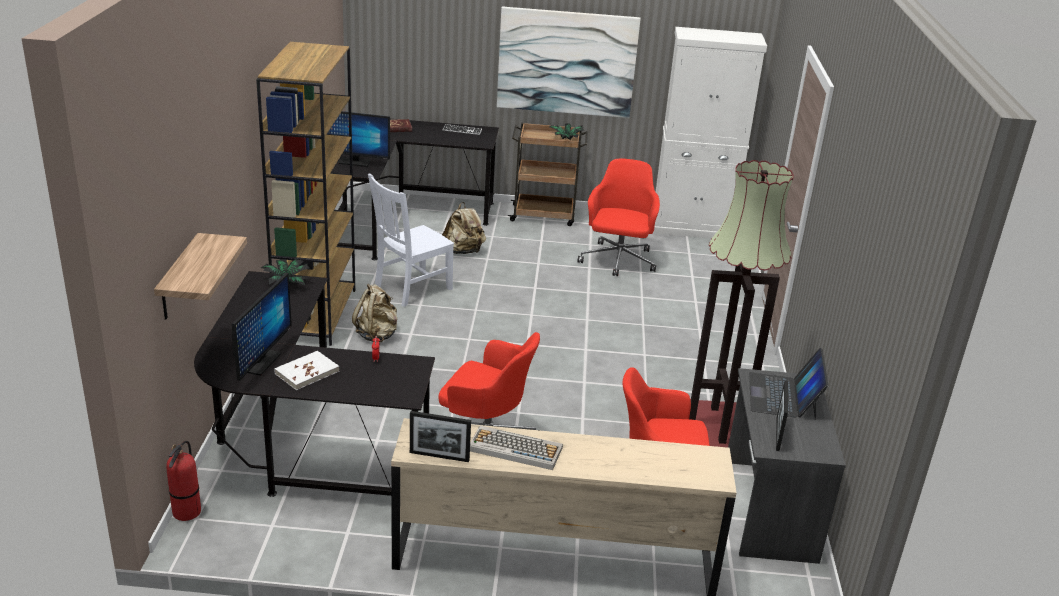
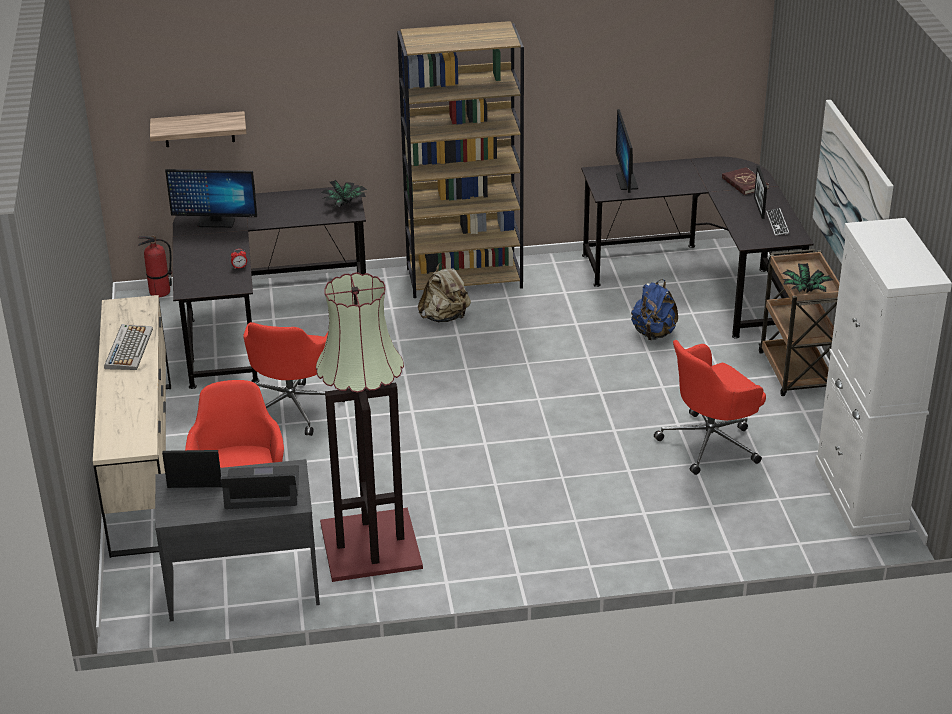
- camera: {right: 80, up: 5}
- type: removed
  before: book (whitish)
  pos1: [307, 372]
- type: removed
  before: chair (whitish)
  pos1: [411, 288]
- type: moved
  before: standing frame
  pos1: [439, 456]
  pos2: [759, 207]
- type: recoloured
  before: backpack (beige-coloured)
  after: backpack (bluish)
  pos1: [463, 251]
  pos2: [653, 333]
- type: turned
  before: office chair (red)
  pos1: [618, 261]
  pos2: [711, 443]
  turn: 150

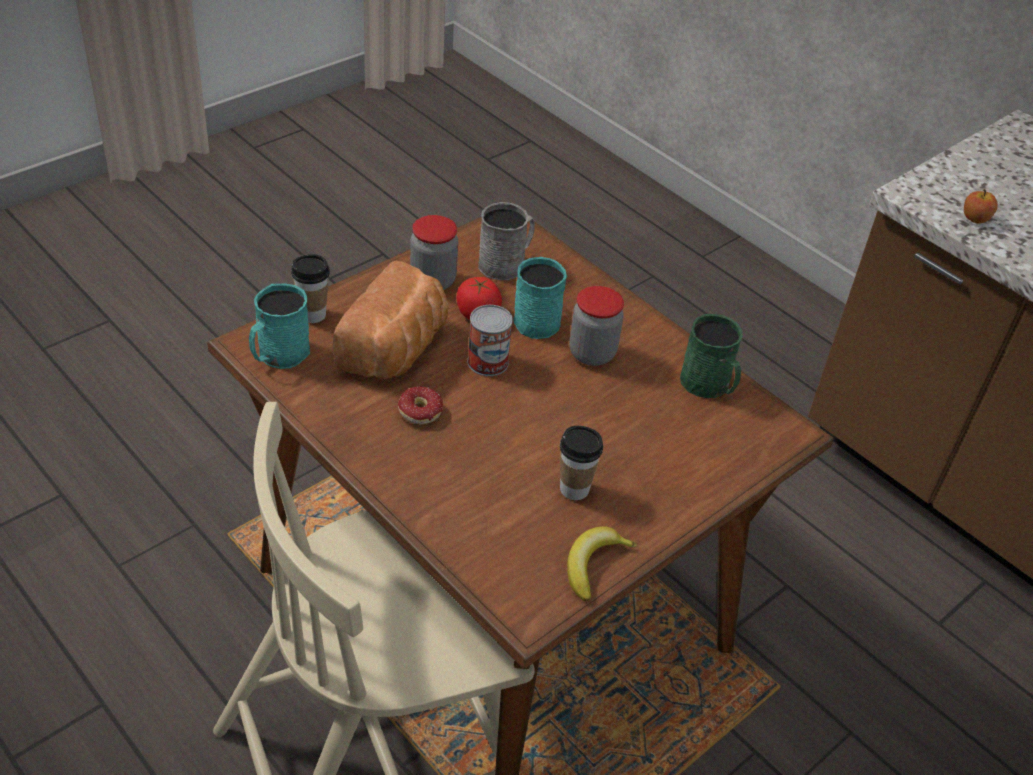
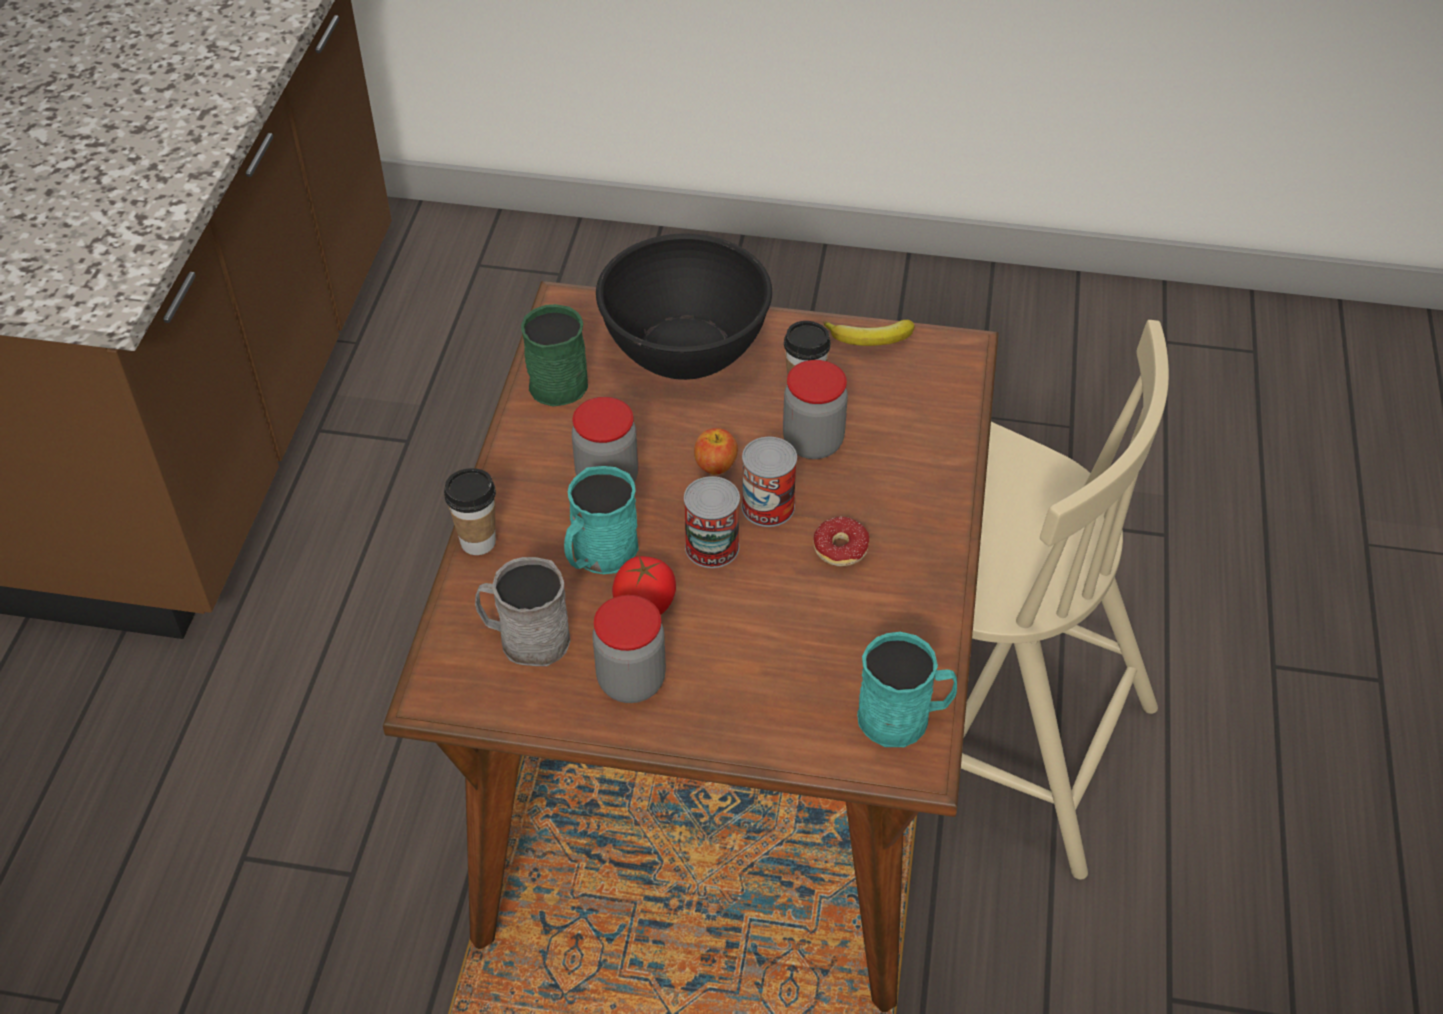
- camera: {right: -125, up: 5}
- type: moved
  before: drinking cup
  pos1: [312, 314]
  pos2: [478, 542]
- type: removed
  before: baked bread
  pos1: [397, 349]
- type: moved
  before: apple fruit
  pos1: [975, 219]
  pos2: [716, 465]
- type: added
  after: bowl (black)
  pos2: [685, 347]
- type: added
  after: sealed can
  pos2: [768, 506]
- type: added
  after: preserve jar
  pos2: [813, 442]

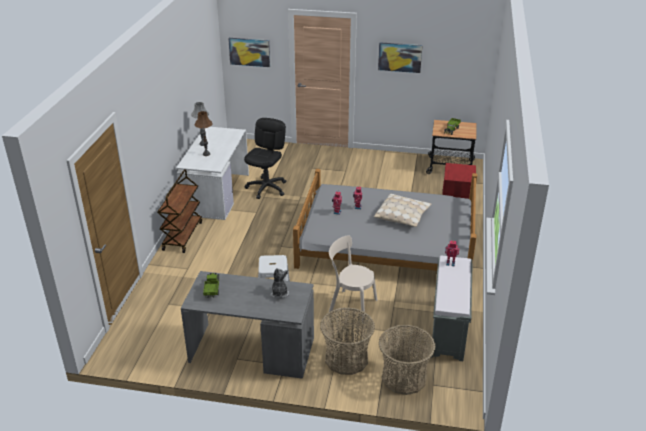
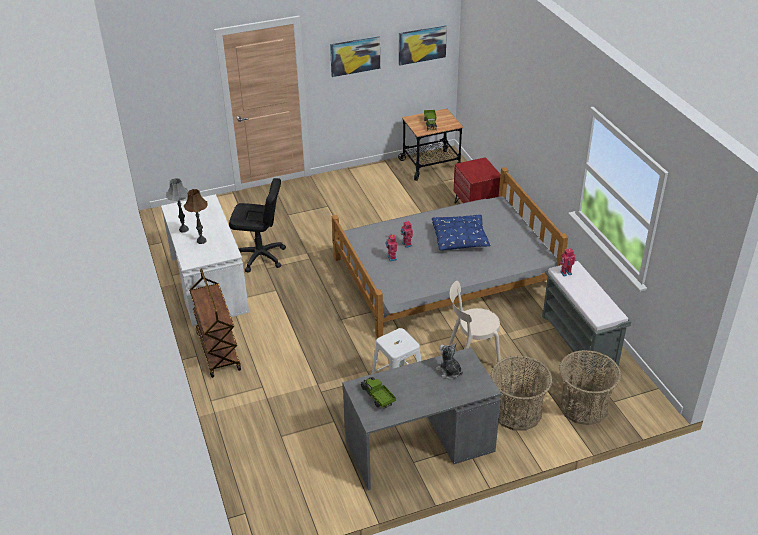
- camera: {right: -30, up: 5}
- type: moved
  before: wall picture
  pos1: [249, 52]
  pos2: [422, 44]
- type: turned
  before: office chair (black)
  pos1: [267, 188]
  pos2: [260, 257]
  turn: 105
- type: recoloured
  before: pillow (beige-coloured)
  after: pillow (bluish)
  pos1: [402, 216]
  pos2: [460, 238]

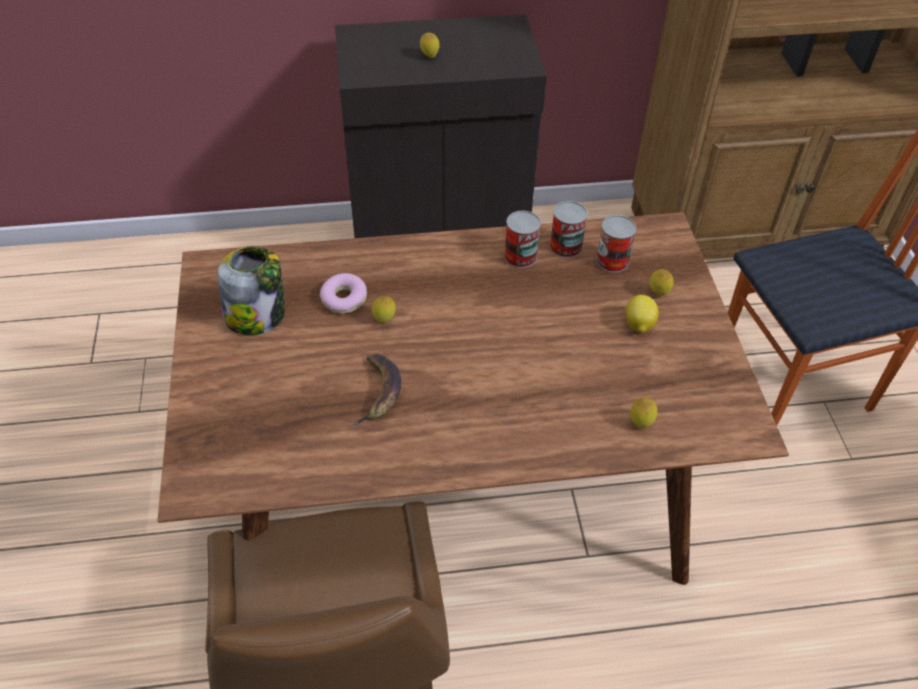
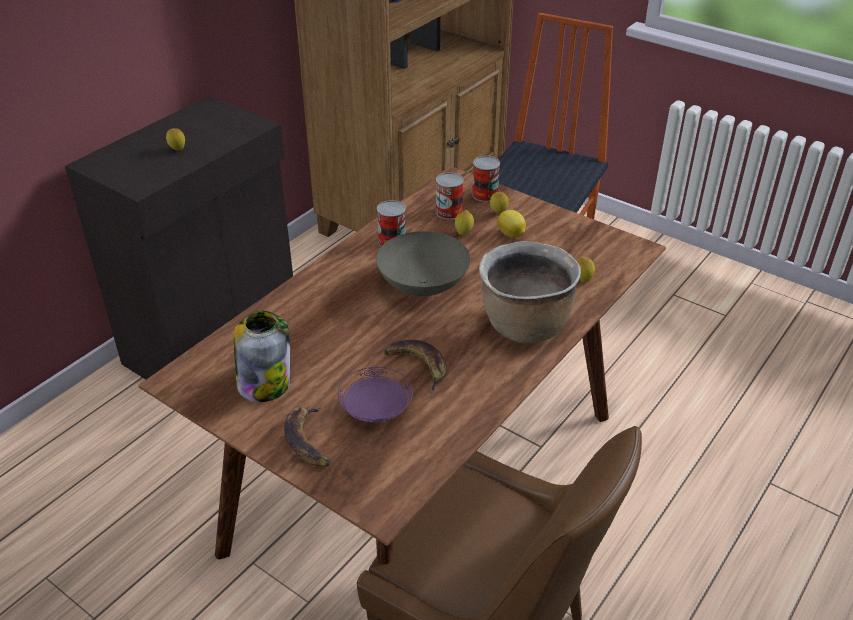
- camera: {right: -45, up: -10}
- type: removed
  before: doughnut
  pos1: [344, 299]
- type: moved
  before: whole lemon
  pos1: [384, 320]
  pos2: [464, 233]
- type: moved
  before: sealed can
  pos1: [565, 246]
  pos2: [485, 194]
- type: added
  after: banana fruit
  pos2: [307, 440]
- type: added
  after: dinner plate (purple-coloured)
  pos2: [375, 410]
- type: added
  after: bowl (grey)
  pos2: [422, 286]
- type: added
  after: cooking pot (brown-coloured)
  pos2: [524, 325]

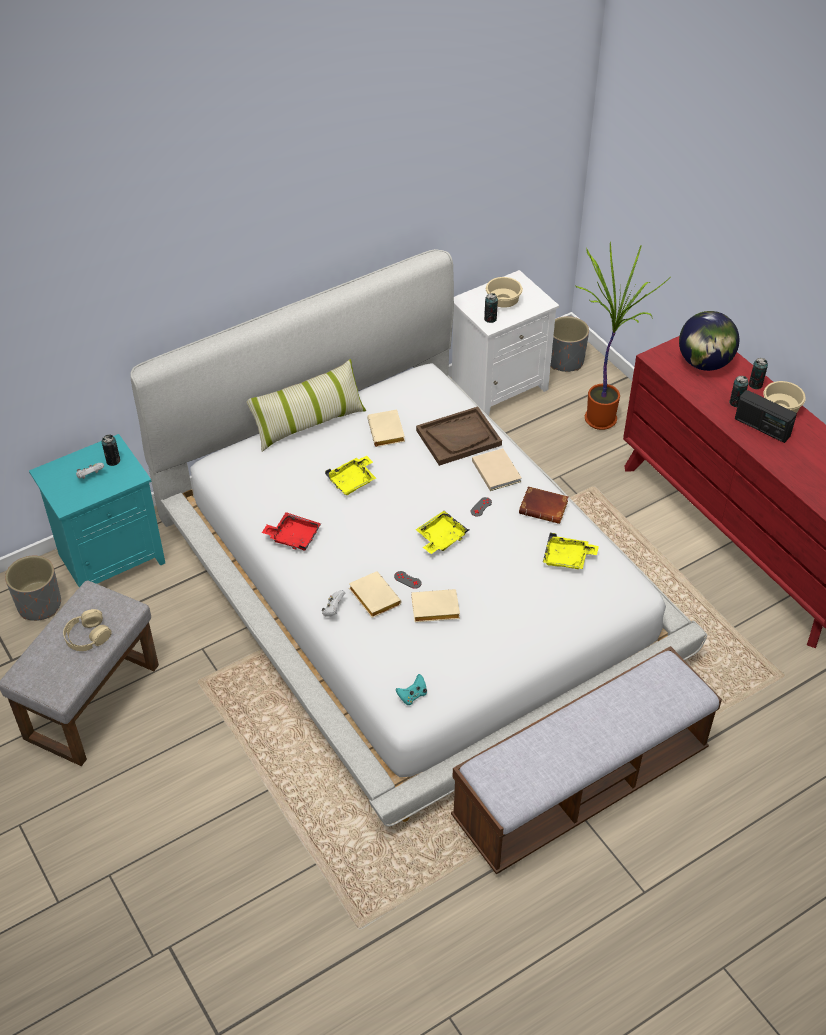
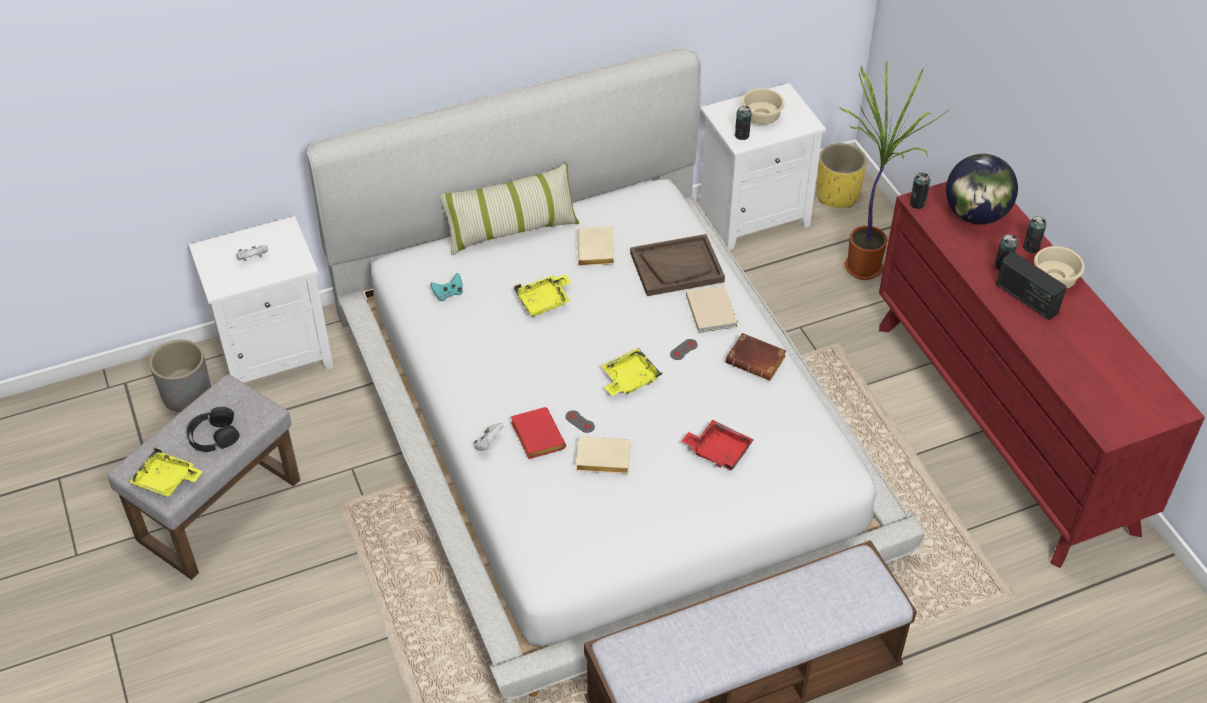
- camera: {right: 10, up: 0}
- type: recoloured
  before: bedside table (turquoise-coloured)
  after: bedside table (whitish)
  pos1: [111, 557]
  pos2: [276, 353]
- type: recoloured
  before: headset (beige-coloured)
  after: headset (black)
  pos1: [87, 636]
  pos2: [213, 436]
- type: moved
  before: sealed can
  pos1: [113, 461]
  pos2: [917, 203]
- type: moved
  before: carrying tray (red)
  pos1: [293, 536]
  pos2: [718, 451]
- type: recoloured
  before: book (beige-coloured)
  after: book (red)
  pos1: [372, 597]
  pos2: [535, 436]
- type: moved
  before: gamepad (turquoise-coloured)
  pos1: [412, 696]
  pos2: [448, 294]
- type: moved
  before: carrying tray (yellow)
  pos1: [567, 558]
  pos2: [166, 481]
- type: recoloured
  before: flower pot (grey)
  after: flower pot (yellow)
  pos1: [565, 361]
  pos2: [837, 195]

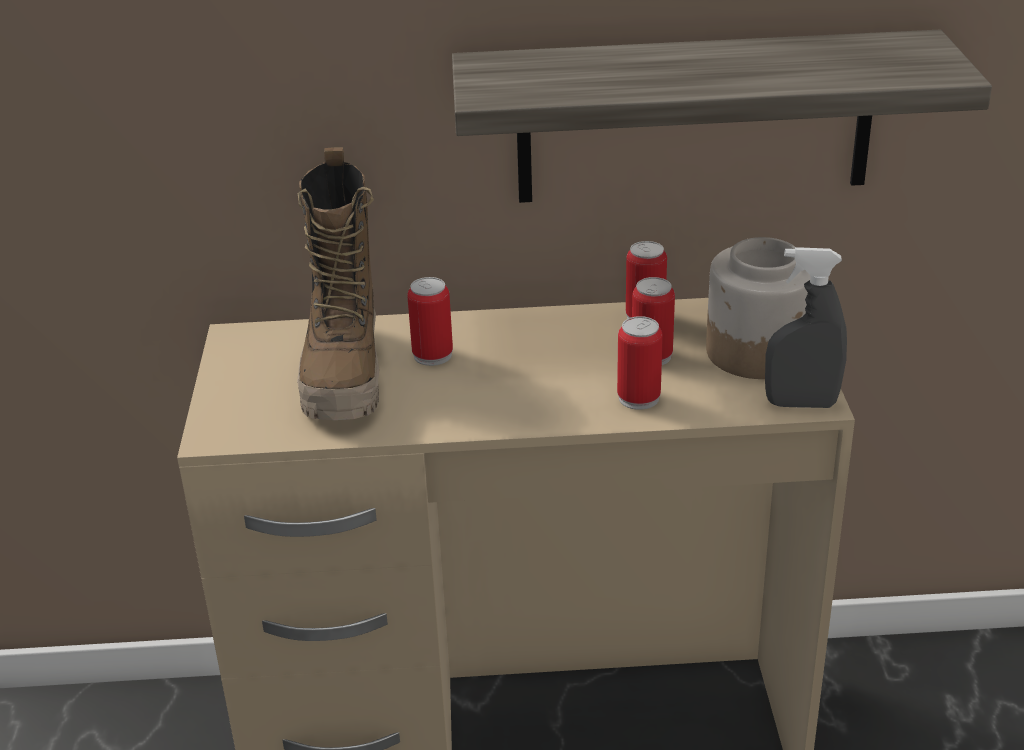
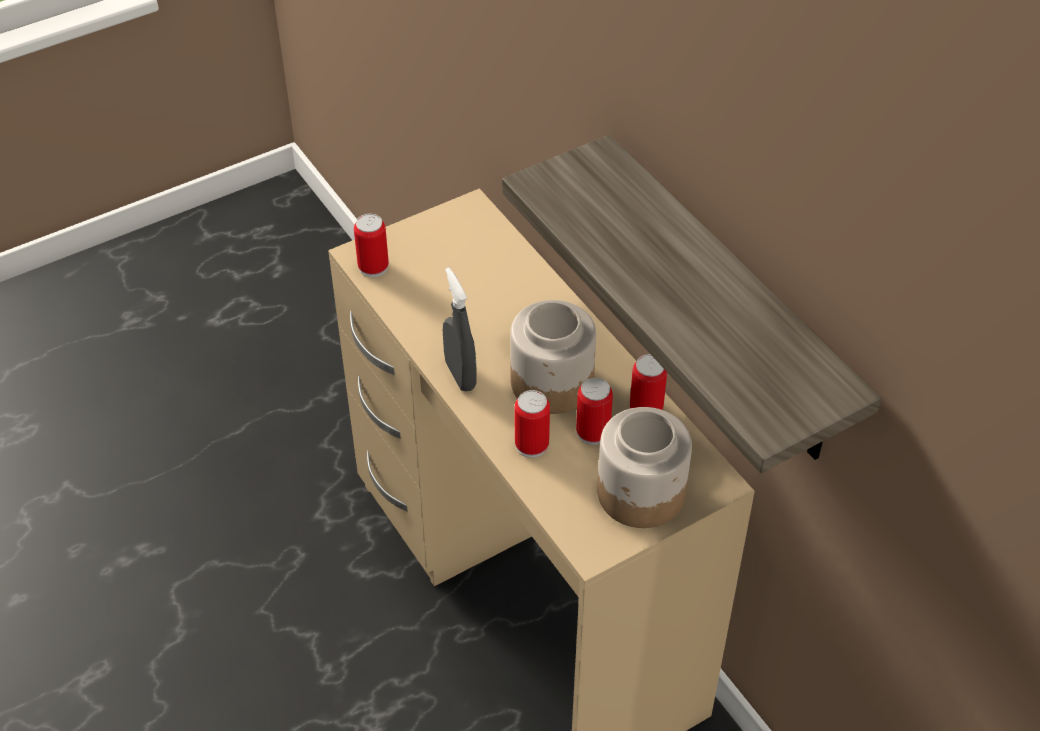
- camera: {right: 60, up: 15}
- type: removed
  before: tall boot
  pos1: [345, 375]
- type: moved
  before: sealed can
  pos1: [432, 355]
  pos2: [373, 267]
- type: moved
  before: hand sprayer (grey)
  pos1: [801, 404]
  pos2: [460, 375]
- type: added
  after: preserve jar
  pos2: [553, 382]

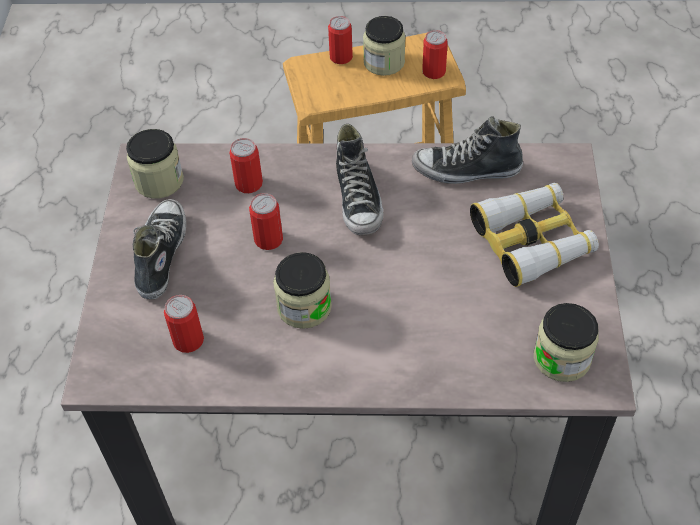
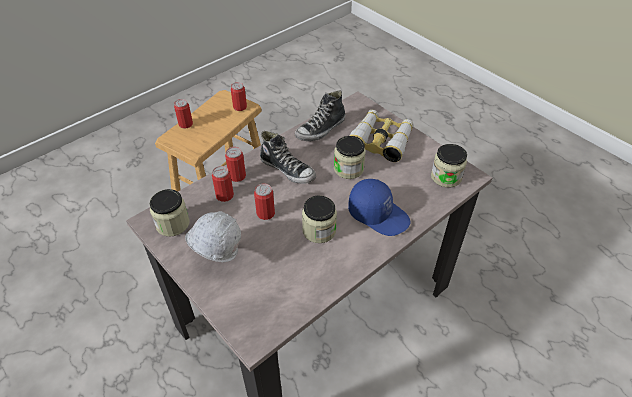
- camera: {right: -45, up: -5}
- type: replaced
  before: item of footwear
  after: safety helmet (whitish)
  pos1: [161, 255]
  pos2: [217, 257]
- type: moved
  before: sealed can
  pos1: [188, 340]
  pos2: [237, 176]
- type: moved
  before: preserve jar
  pos1: [384, 62]
  pos2: [348, 169]
- type: added
  after: peaked cap (bluish)
  pos2: [378, 214]

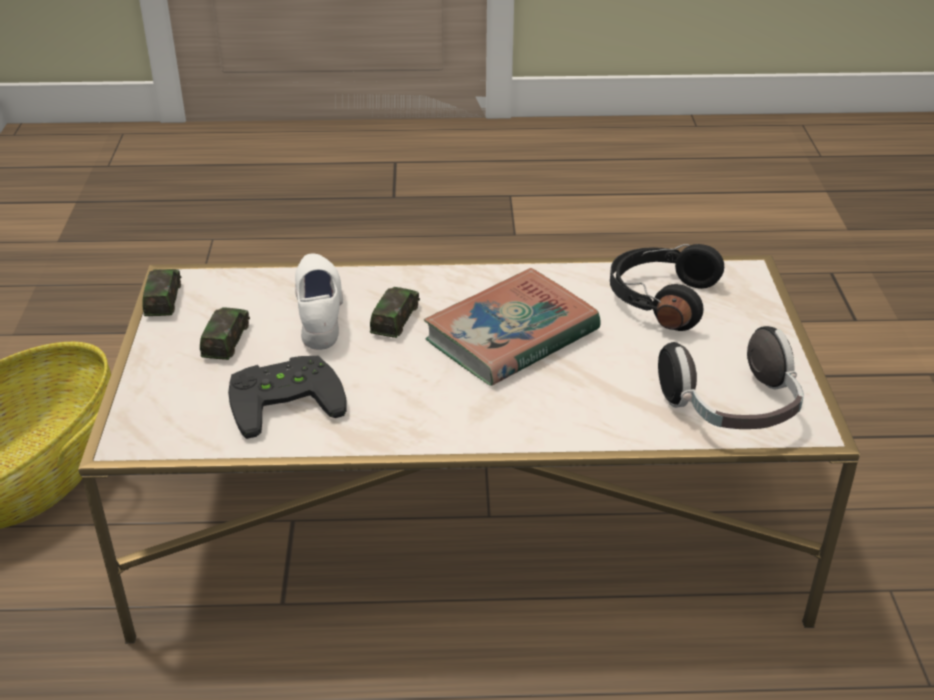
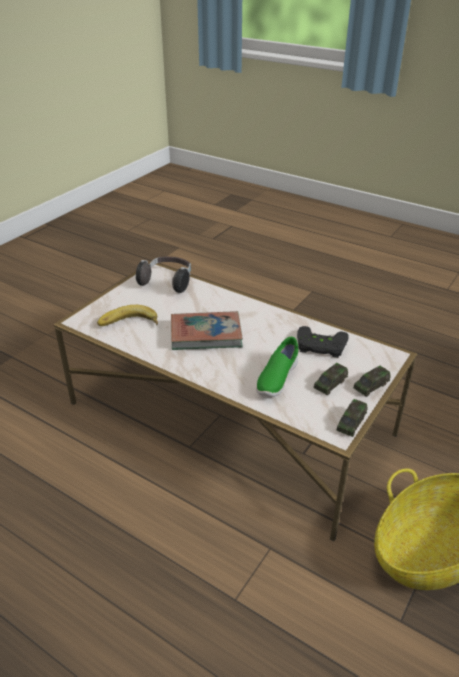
- camera: {right: -145, up: 0}
- type: recoloured
  before: item of footwear (whitish)
  after: item of footwear (greenish)
  pos1: [321, 314]
  pos2: [276, 379]
- type: moved
  before: miniature car
  pos1: [395, 319]
  pos2: [371, 386]
- type: replaced
  before: headset (black)
  after: banana fruit
  pos1: [660, 299]
  pos2: [129, 324]

